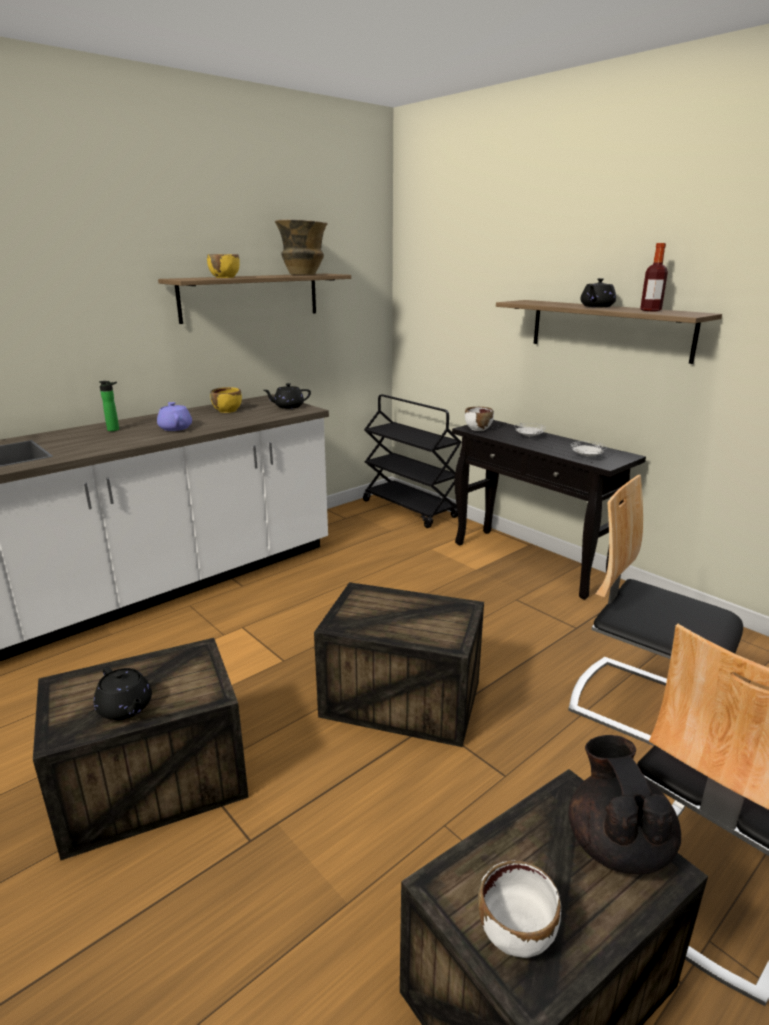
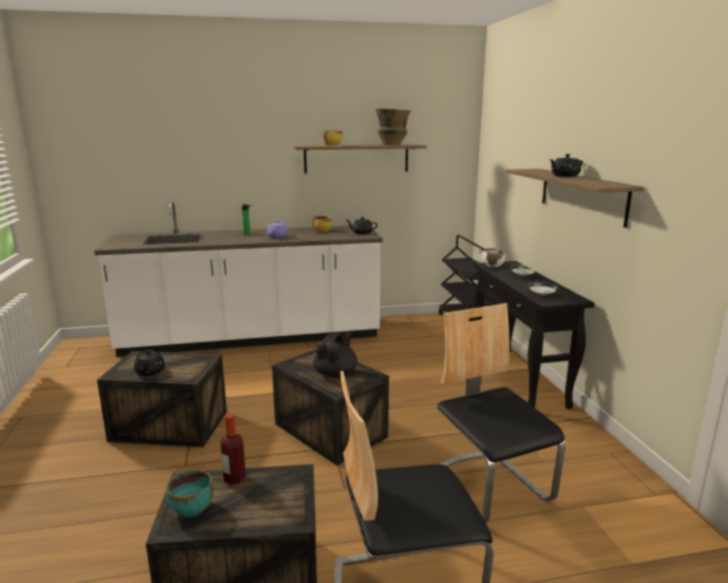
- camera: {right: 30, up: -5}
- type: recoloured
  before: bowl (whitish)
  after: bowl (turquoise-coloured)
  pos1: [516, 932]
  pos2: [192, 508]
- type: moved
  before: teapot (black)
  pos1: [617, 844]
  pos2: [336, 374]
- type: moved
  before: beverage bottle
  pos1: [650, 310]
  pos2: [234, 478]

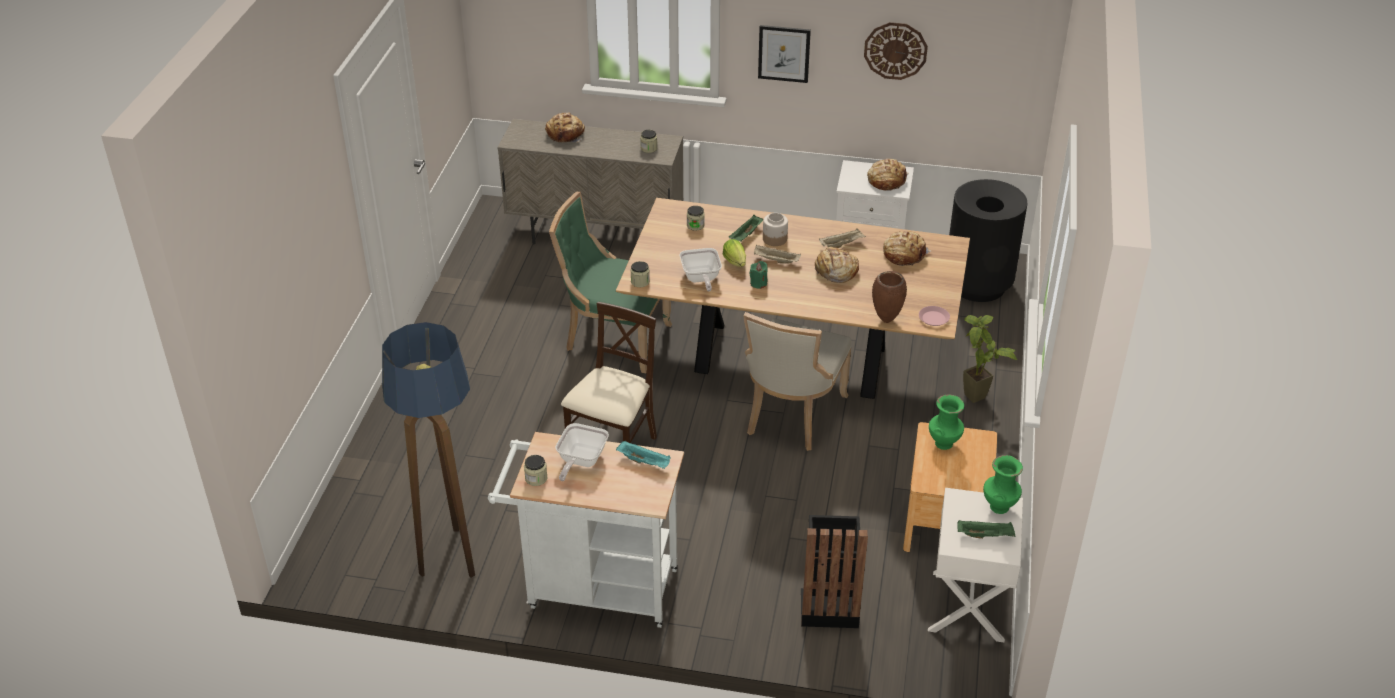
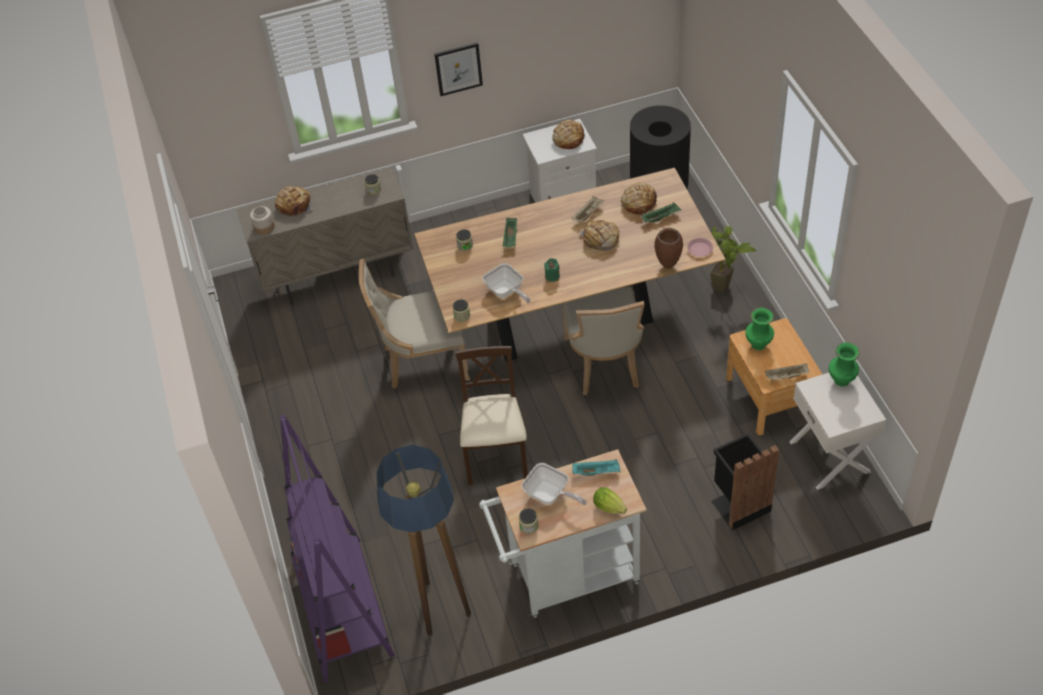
- camera: {right: -25, up: 10}
- type: recoloured
  before: chair (greenish)
  after: chair (beige-coloured)
  pos1: [613, 339]
  pos2: [422, 361]
- type: turned
  before: skillet
  pos1: [580, 461]
  pos2: [550, 495]
  turn: -45
- type: moved
  before: head of lettuce
  pos1: [736, 263]
  pos2: [611, 508]
- type: moved
  before: carrying tray (beige-coloured)
  pos1: [775, 261]
  pos2: [786, 377]
- type: moved
  before: preserve jar
  pos1: [775, 239]
  pos2: [264, 227]
- type: removed
  before: wall clock
  pos1: [895, 50]
- type: moved
  before: carrying tray (greenish)
  pos1: [985, 535]
  pos2: [661, 217]
- type: added
  after: bookcase (purple-coloured)
  pos2: [342, 608]

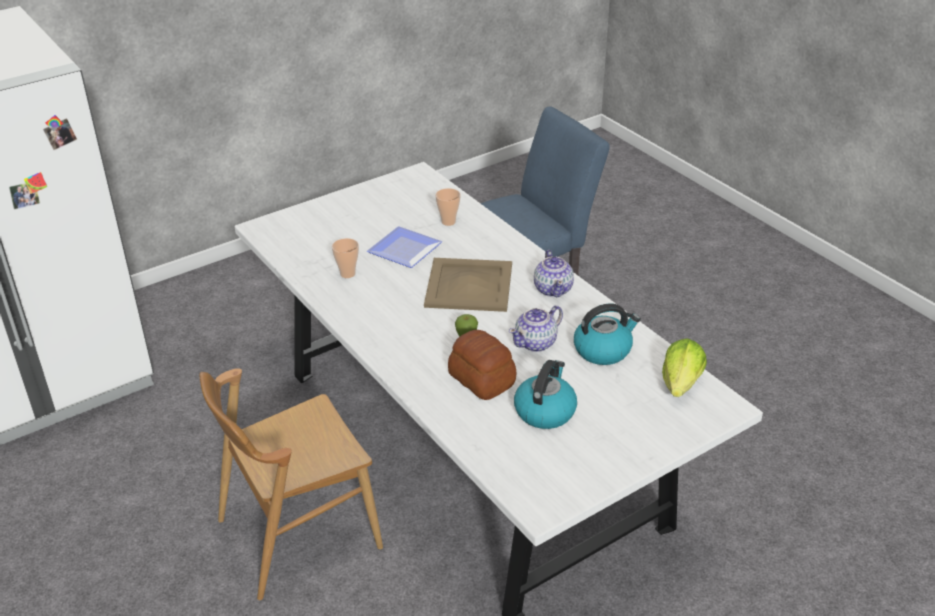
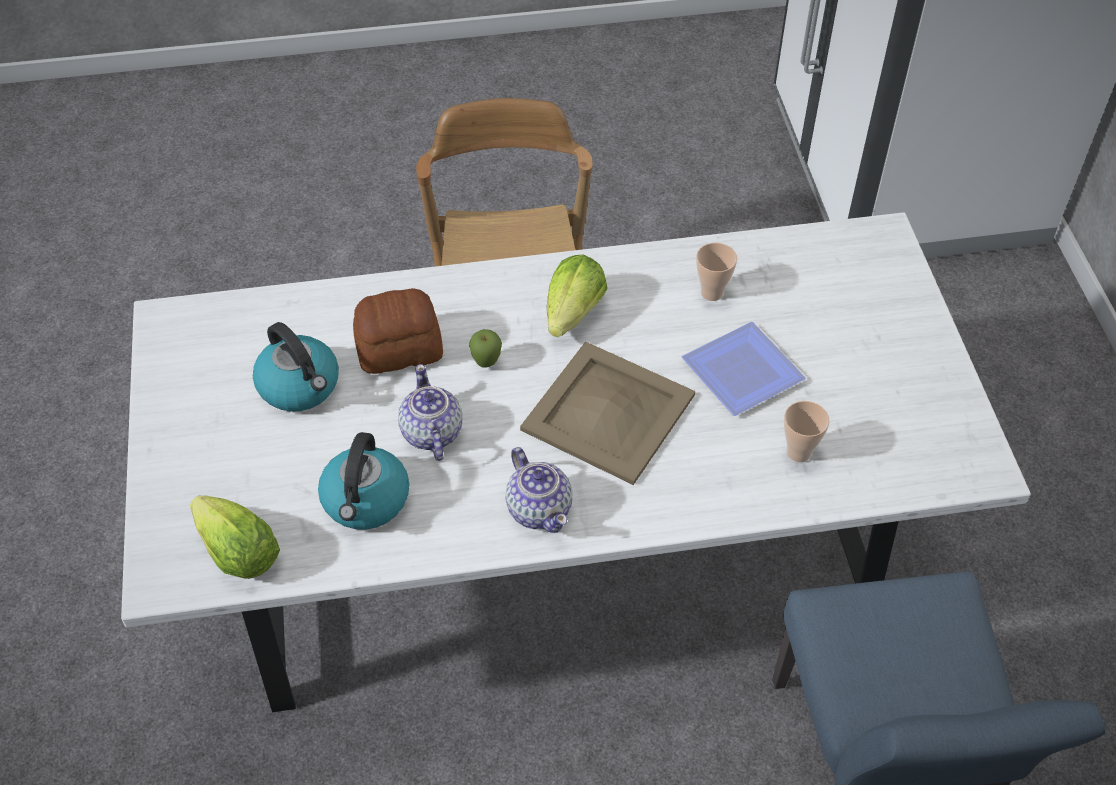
- camera: {right: 115, up: 15}
- type: turned
  before: teapot
  pos1: [553, 289]
  pos2: [539, 508]
  turn: -135
- type: added
  after: head of lettuce
  pos2: [573, 313]

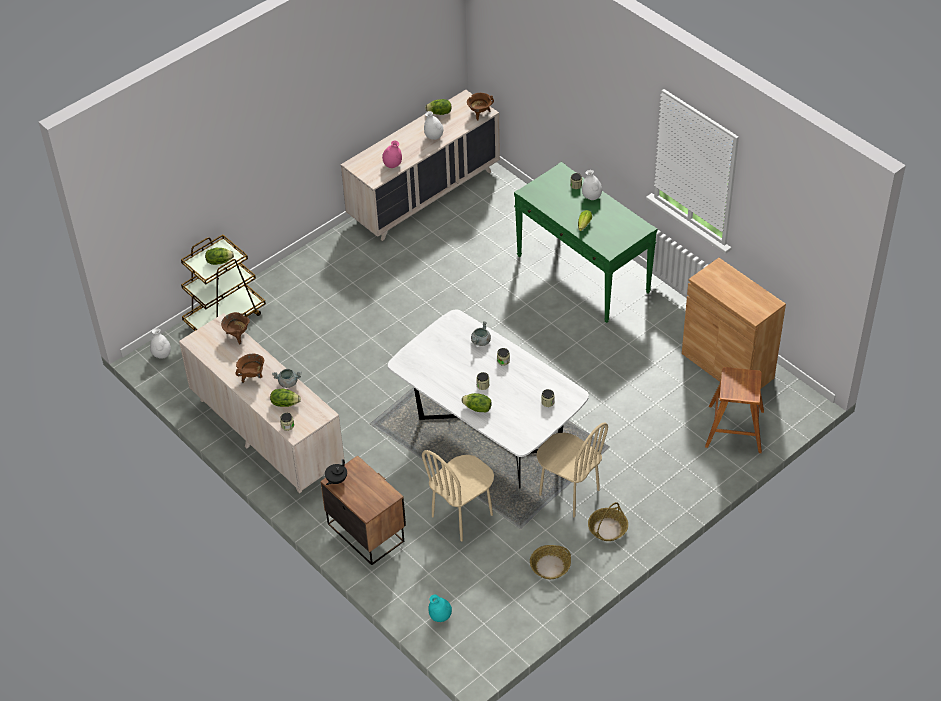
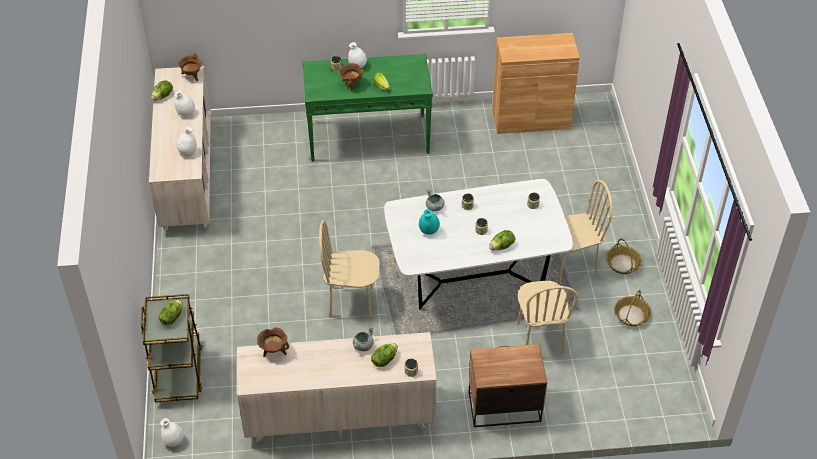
- camera: {right: -55, up: 0}
- type: moved
  before: cooking pot (brown-coloured)
  pos1: [252, 377]
  pos2: [351, 84]
- type: removed
  before: teapot (black)
  pos1: [336, 480]
- type: recoloured
  before: flower vase (pink)
  after: flower vase (whitish)
  pos1: [392, 165]
  pos2: [188, 152]
- type: moved
  before: flower vase (turquoise-coloured)
  pos1: [440, 617]
  pos2: [428, 231]
- type: removed
  before: stool seat (brown-coloured)
  pos1: [734, 429]
- type: added
  after: chair (beige-coloured)
  pos2: [351, 302]

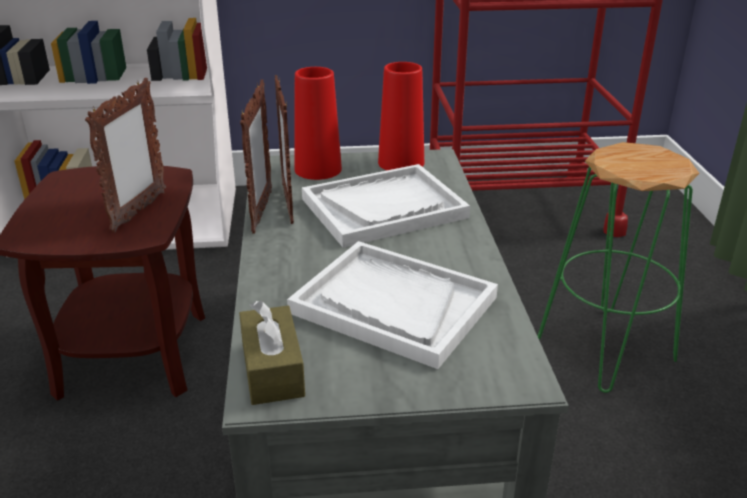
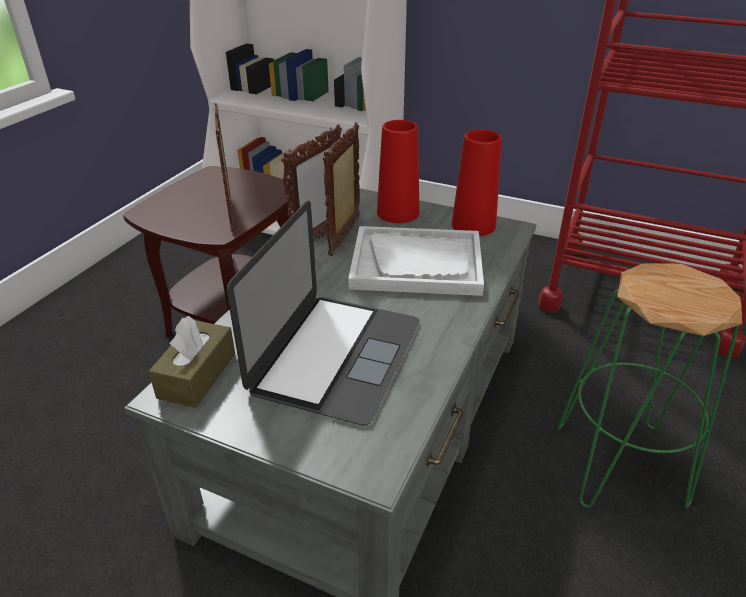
- camera: {right: 30, up: 5}
- type: turned
  before: standing frame
  pos1: [139, 212]
  pos2: [231, 213]
  turn: 120
- type: replaced
  before: carrying tray (whitish)
  after: portable computer
  pos1: [393, 305]
  pos2: [336, 355]

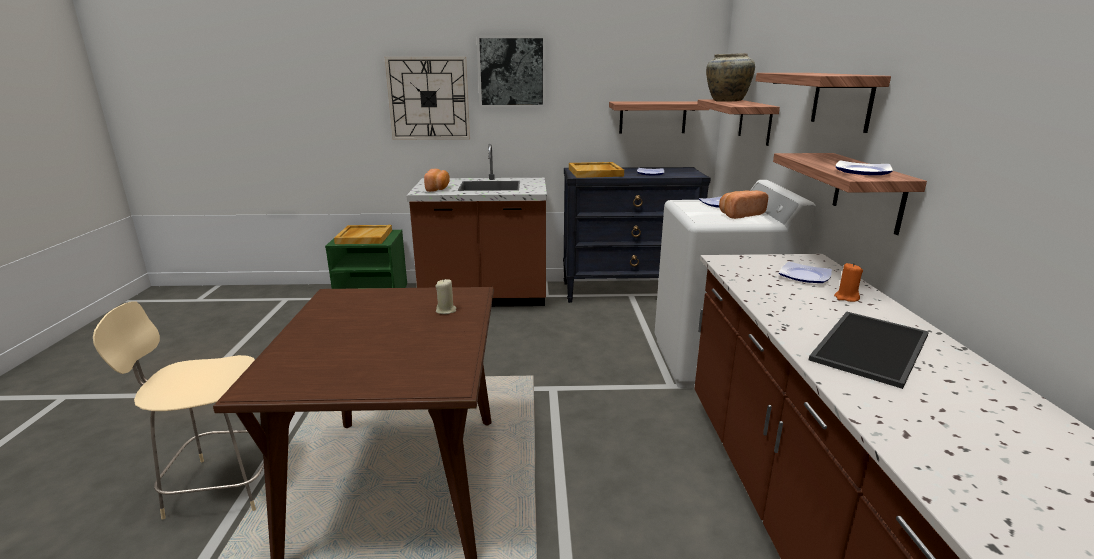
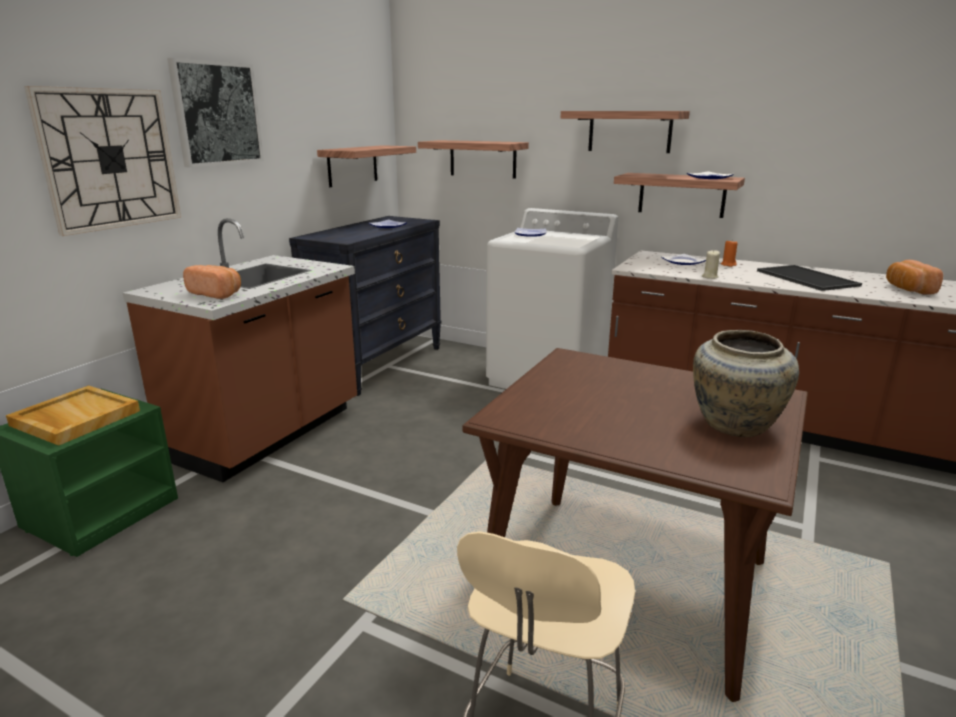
- camera: {right: -60, up: 0}
- type: moved
  before: candle (beige-coloured)
  pos1: [446, 310]
  pos2: [709, 277]
- type: removed
  before: carrying tray (beige-coloured)
  pos1: [596, 172]
- type: moved
  before: flower vase (beige-coloured)
  pos1: [726, 101]
  pos2: [734, 425]
- type: moved
  before: baked bread
  pos1: [739, 214]
  pos2: [907, 289]

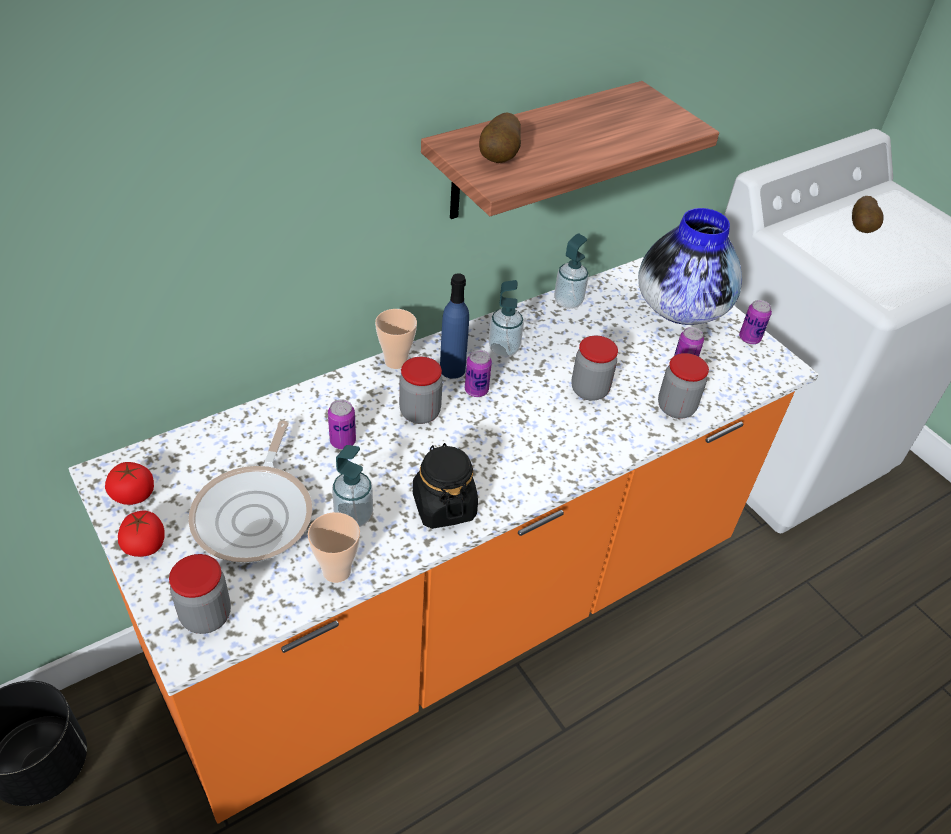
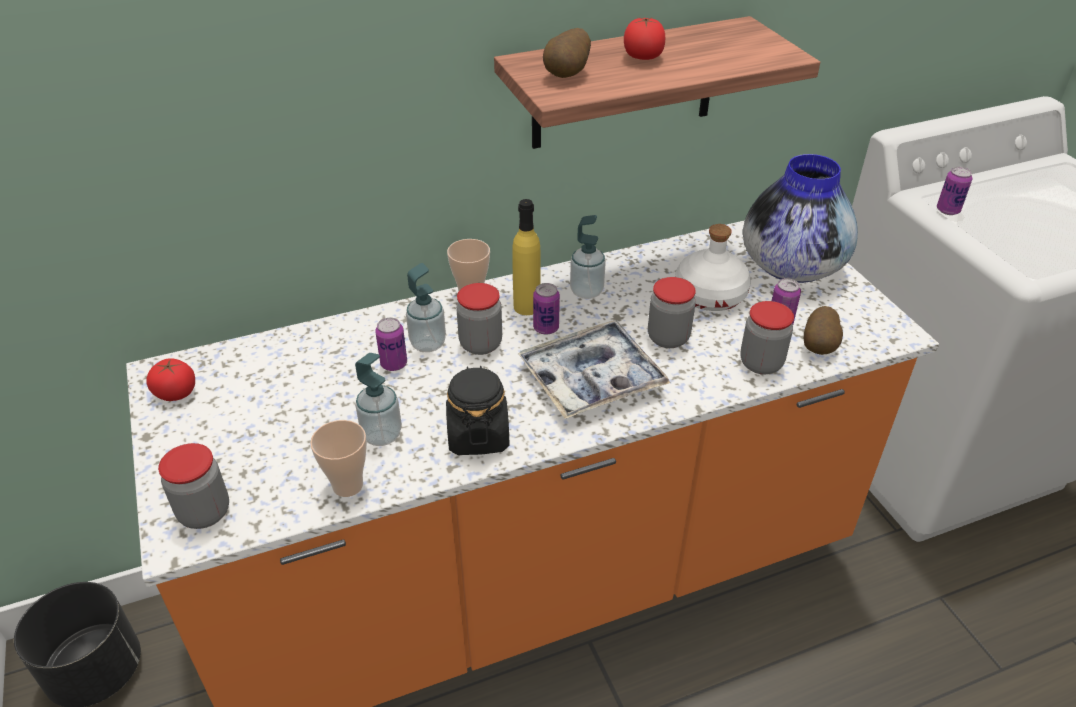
- camera: {right: 15, up: -5}
- type: moved
  before: fresh tomato
  pos1: [145, 545]
  pos2: [642, 57]
- type: removed
  before: skillet
  pos1: [256, 514]
- type: recoloured
  before: beverage bottle (bluish)
  after: beverage bottle (yellow)
  pos1: [452, 369]
  pos2: [527, 307]
- type: moved
  before: liquid soap bottle
  pos1: [568, 301]
  pos2: [428, 343]
- type: moved
  before: sealed can
  pos1: [749, 338]
  pos2: [948, 210]
- type: moved
  before: spud
  pos1: [862, 228]
  pos2: [819, 347]
- type: added
  after: carrying tray
  pos2: [592, 379]
- type: added
  after: beverage bottle (whitish)
  pos2: [711, 296]

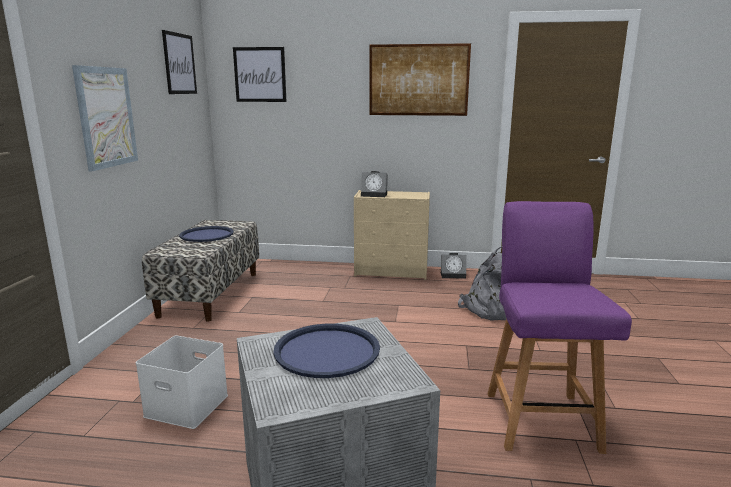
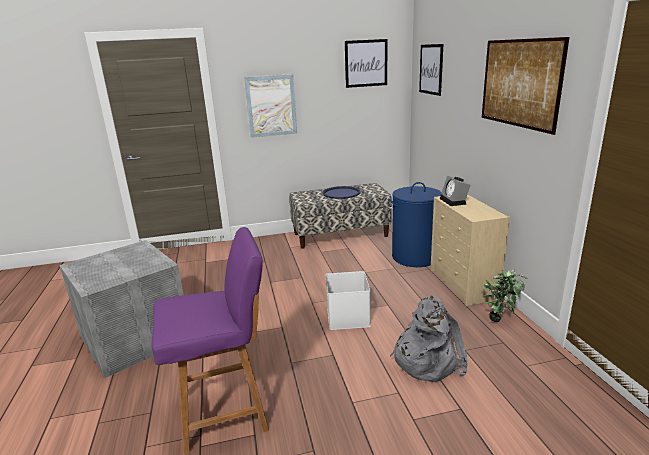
- camera: {right: 70, up: 5}
- type: moved
  before: storage container (whitish)
  pos1: [189, 405]
  pos2: [349, 317]
- type: removed
  before: carrying tray (bluish)
  pos1: [327, 351]
- type: replaced
  before: bedside clock
  after: potted plant
  pos1: [453, 275]
  pos2: [500, 319]
- type: added
  after: laundry basket (bluish)
  pos2: [415, 257]

